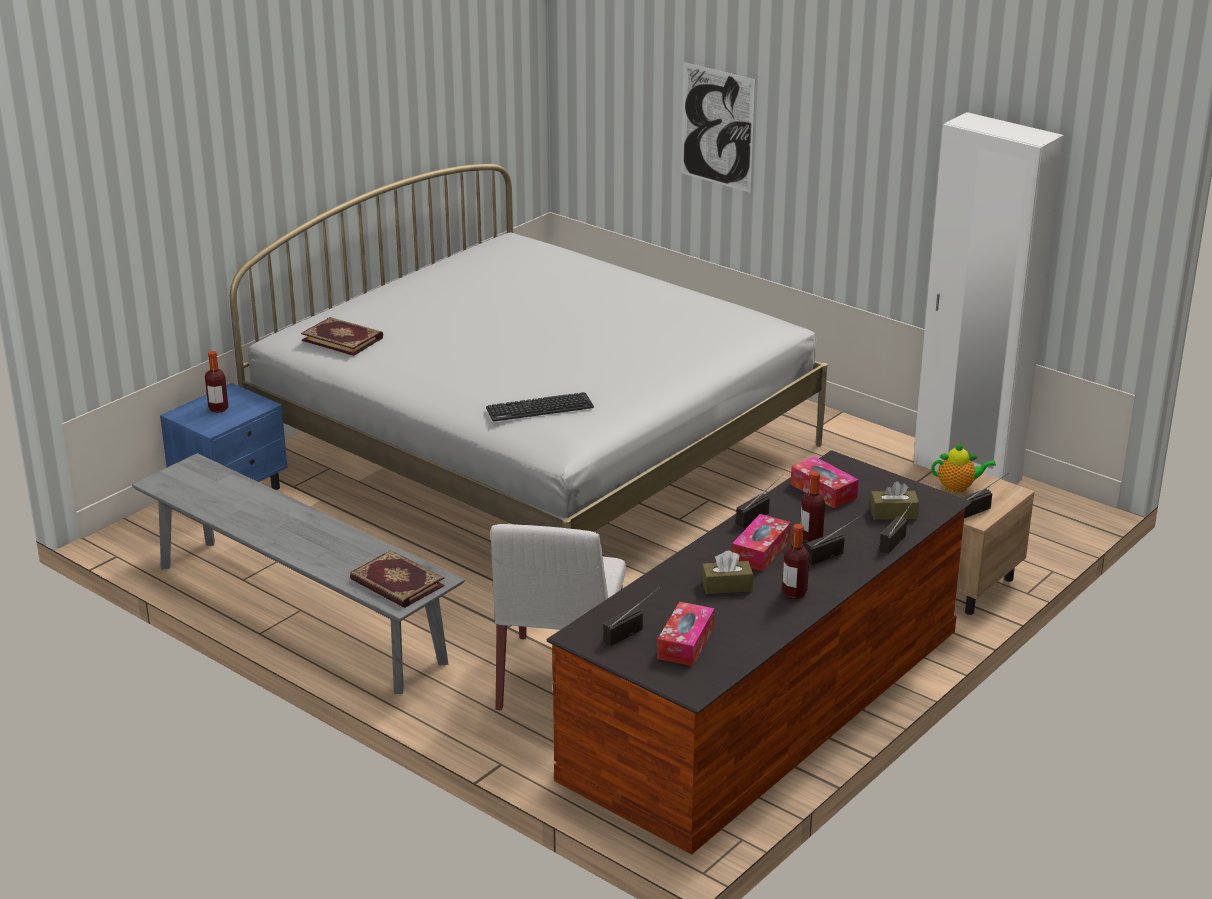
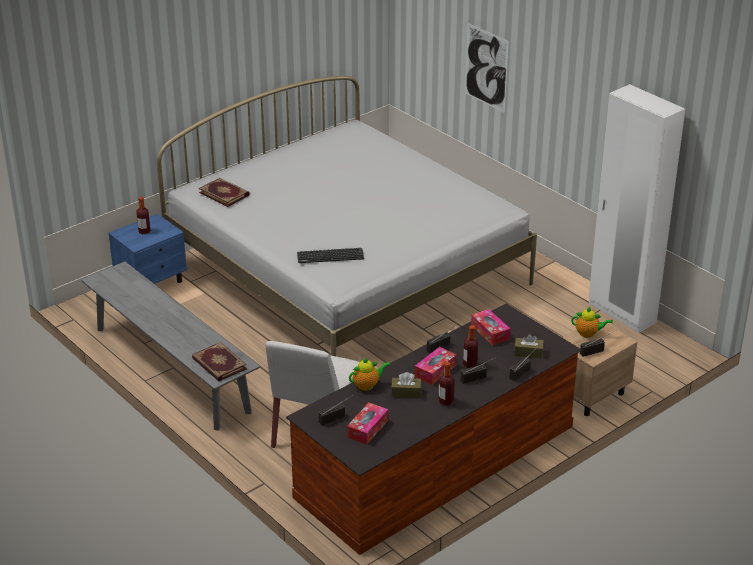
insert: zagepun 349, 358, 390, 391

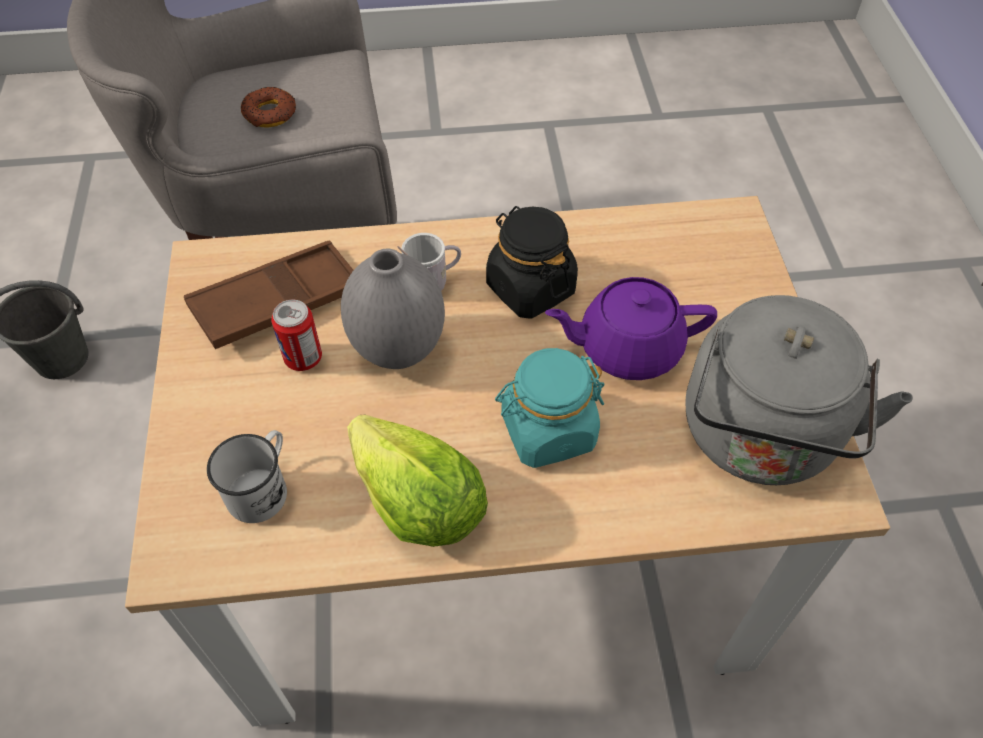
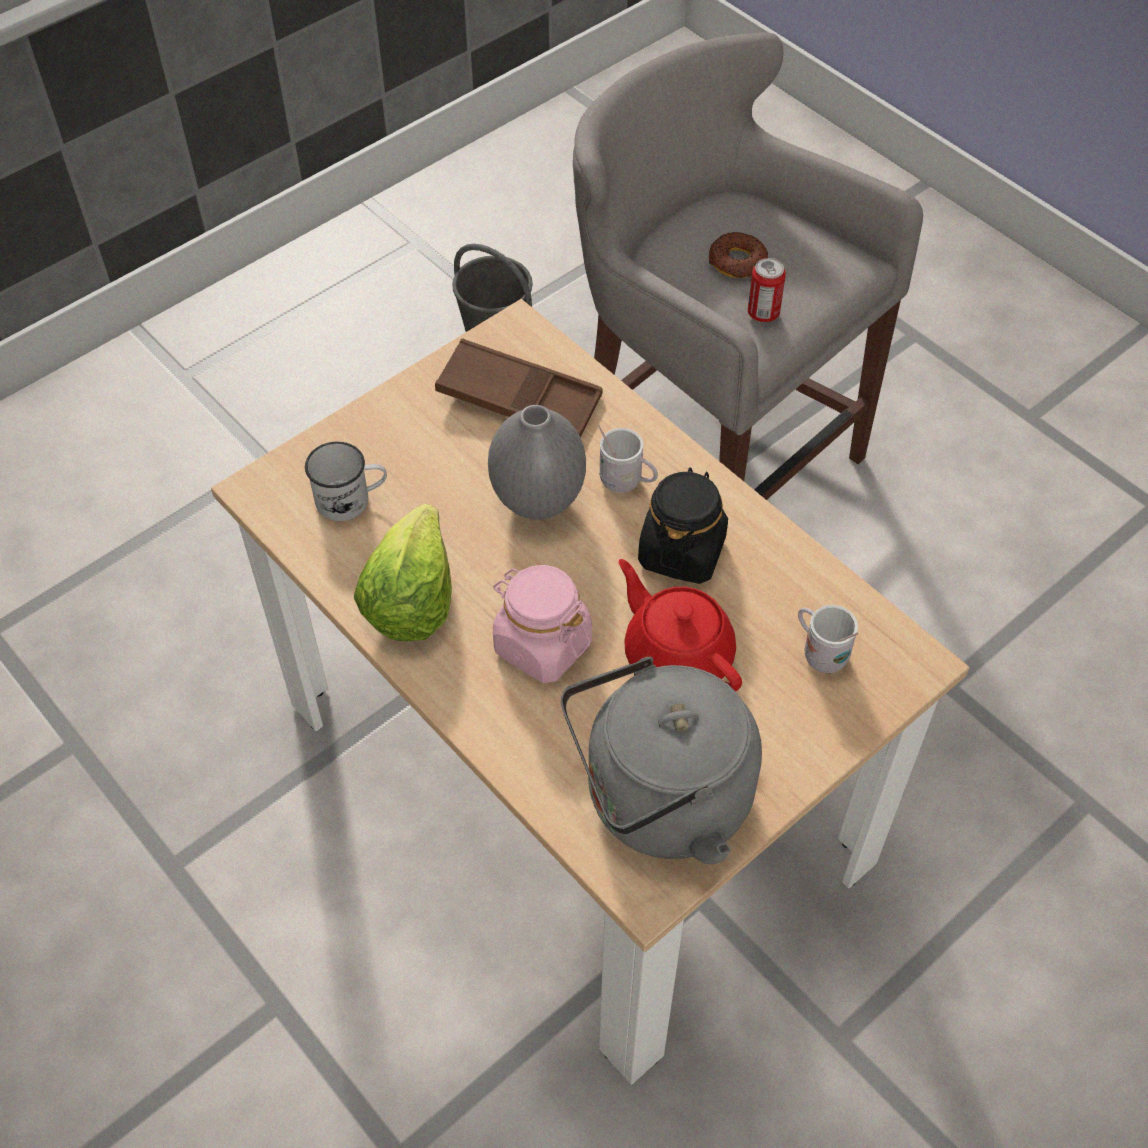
insert: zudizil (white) 798, 605, 858, 673
move: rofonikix 271, 300, 322, 371 to 748, 258, 786, 322
recolor: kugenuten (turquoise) 495, 348, 605, 468 to kugenuten (pink) 493, 565, 592, 683; zagepun (purple) 545, 277, 717, 380 to zagepun (red) 618, 559, 742, 691

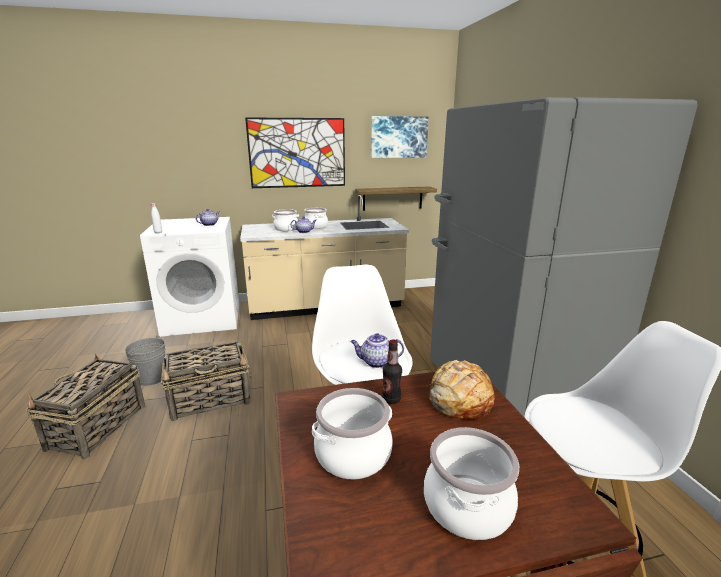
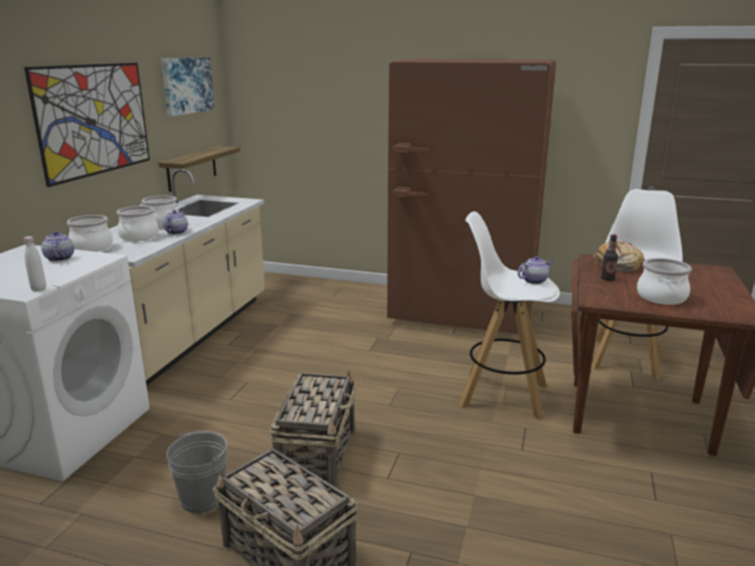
move: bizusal 424, 427, 519, 540 to 67, 215, 113, 252
recolor: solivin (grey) 430, 97, 698, 417 to solivin (brown) 387, 59, 556, 334
rotate: zagepun 350, 333, 404, 368 = 518, 256, 553, 284 150 degrees counterclockwise

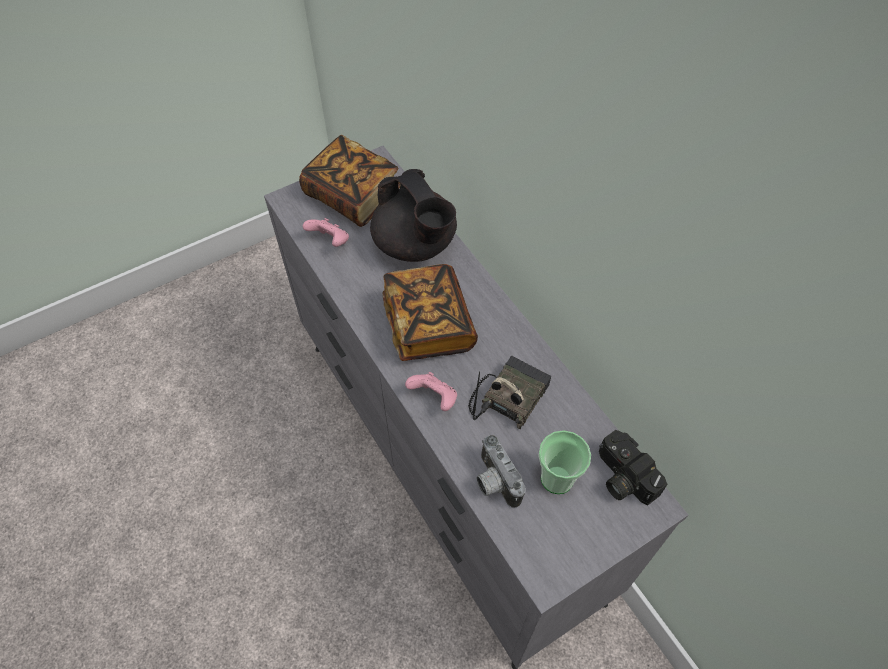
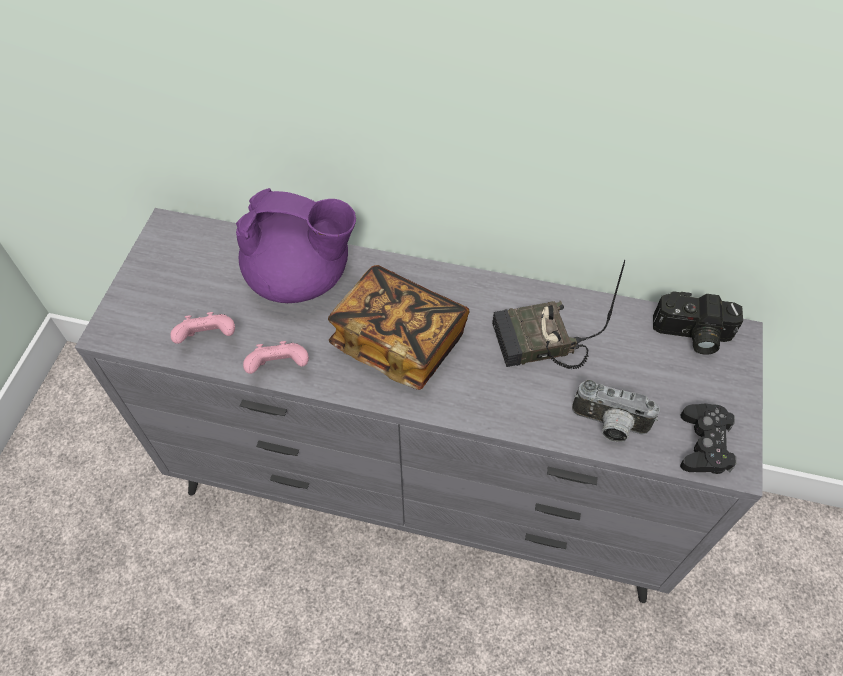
delete: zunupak 299, 135, 401, 227; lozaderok 538, 430, 591, 494
insert: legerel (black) 680, 403, 737, 474
move: legerel (pink) 405, 372, 457, 411 to 243, 341, 309, 374
recolor: zagepun (black) 370, 169, 457, 262 to zagepun (purple) 236, 188, 356, 303
rotate: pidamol 468, 356, 552, 429 = 492, 260, 626, 369 90 degrees counterclockwise

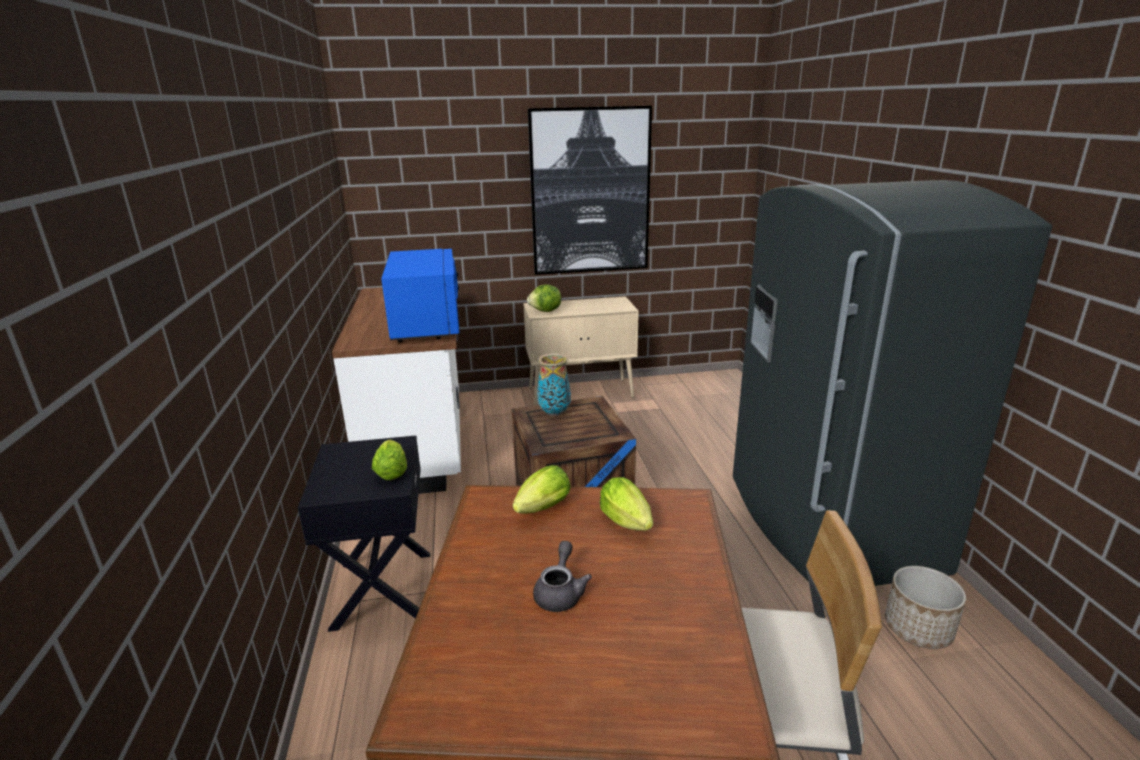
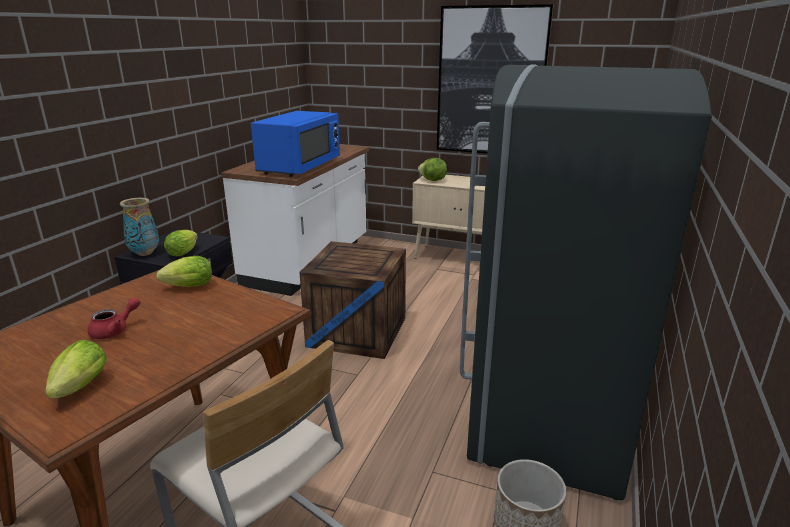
move: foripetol 537, 353, 571, 417 to 120, 198, 159, 256; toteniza 600, 477, 653, 531 to 45, 340, 107, 398
recolor: zagepun (grey) 533, 541, 592, 612 to zagepun (red) 88, 297, 140, 339

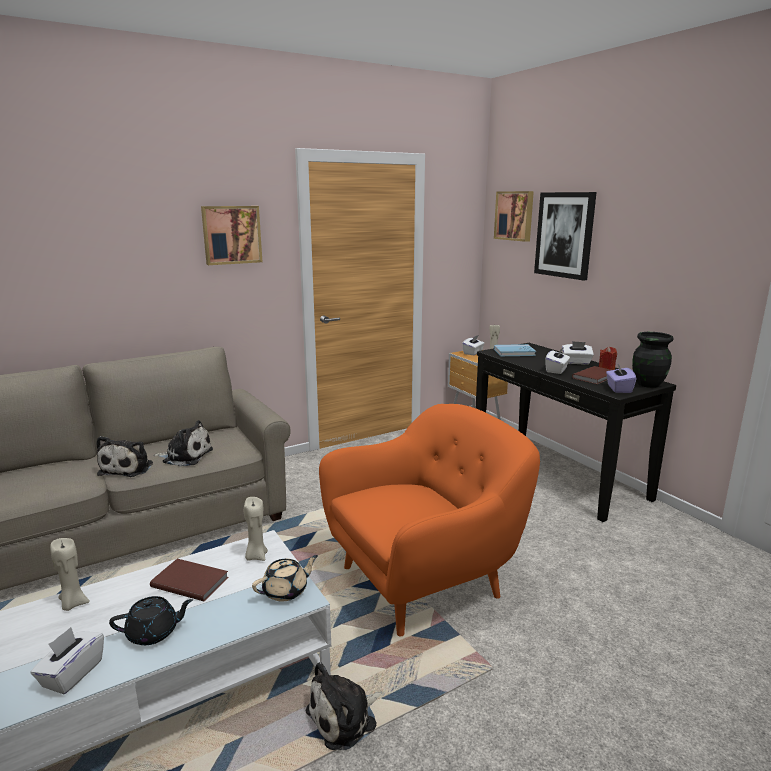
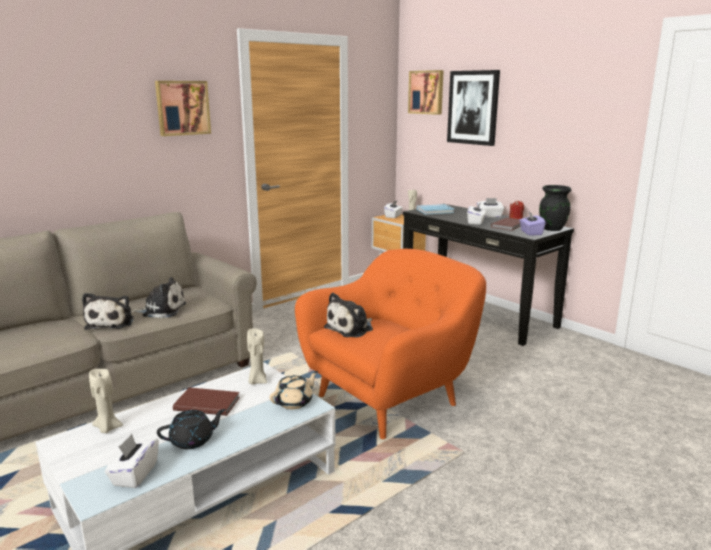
move: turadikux 305, 662, 383, 750 to 324, 292, 373, 337

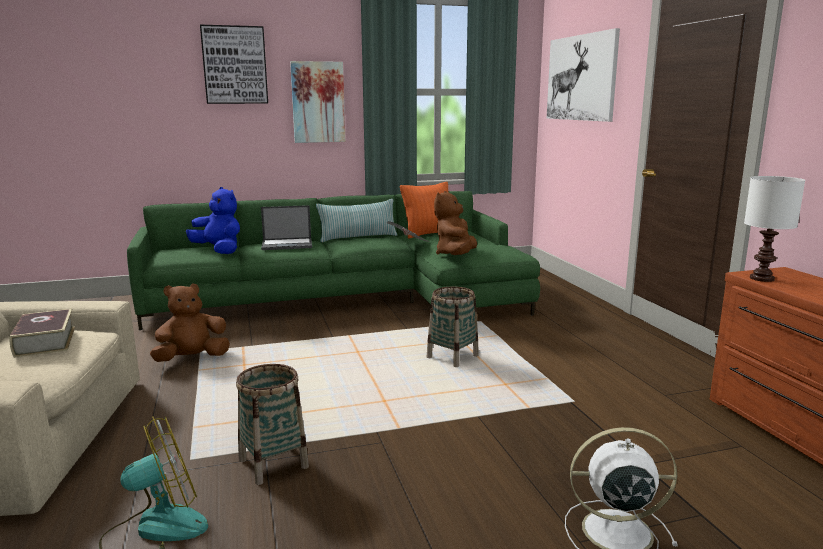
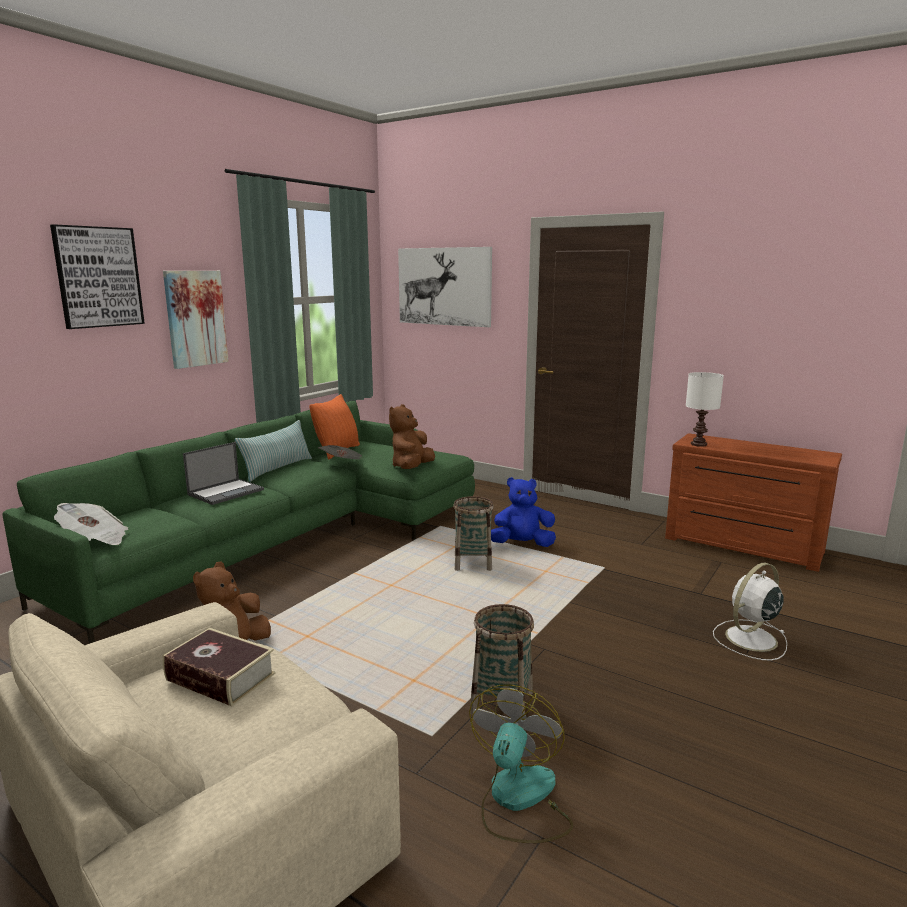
insert: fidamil 54, 503, 128, 545
move: turadikux (blue) 186, 187, 240, 254 to 491, 477, 556, 547
rotate: turadikux (brown) 434, 191, 477, 255 = 389, 404, 435, 469 45 degrees clockwise

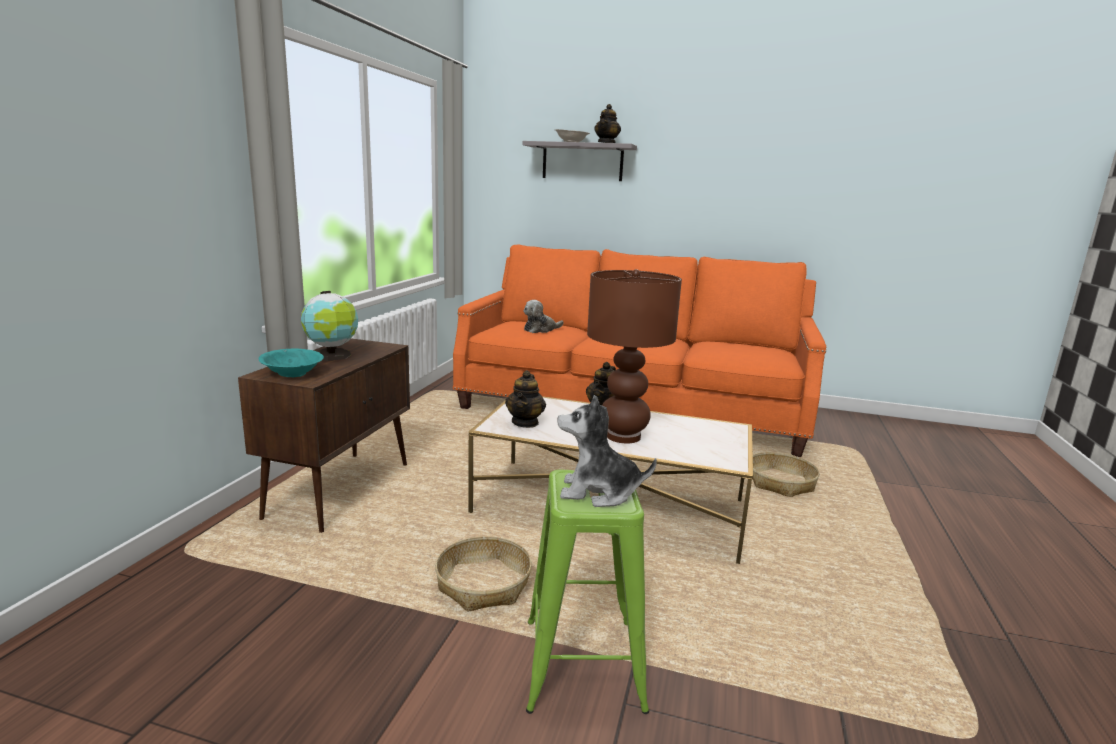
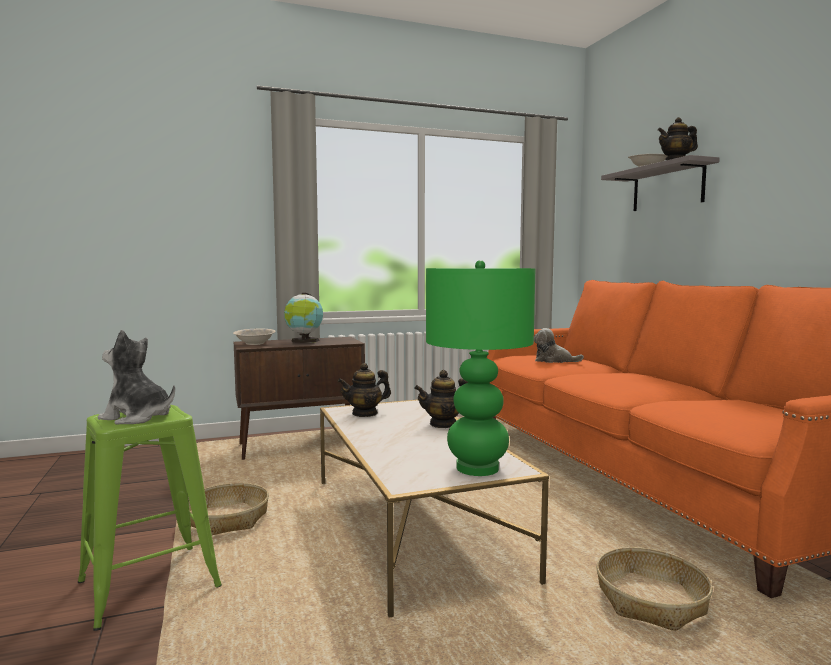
delete: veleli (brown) 587, 269, 682, 443
insert: veleli (green) 426, 260, 535, 476
recolor: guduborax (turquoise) 259, 349, 324, 377 to guduborax (beige) 233, 328, 276, 345
rotate: turadikux 557, 395, 657, 507 = 98, 330, 175, 424 45 degrees counterclockwise

